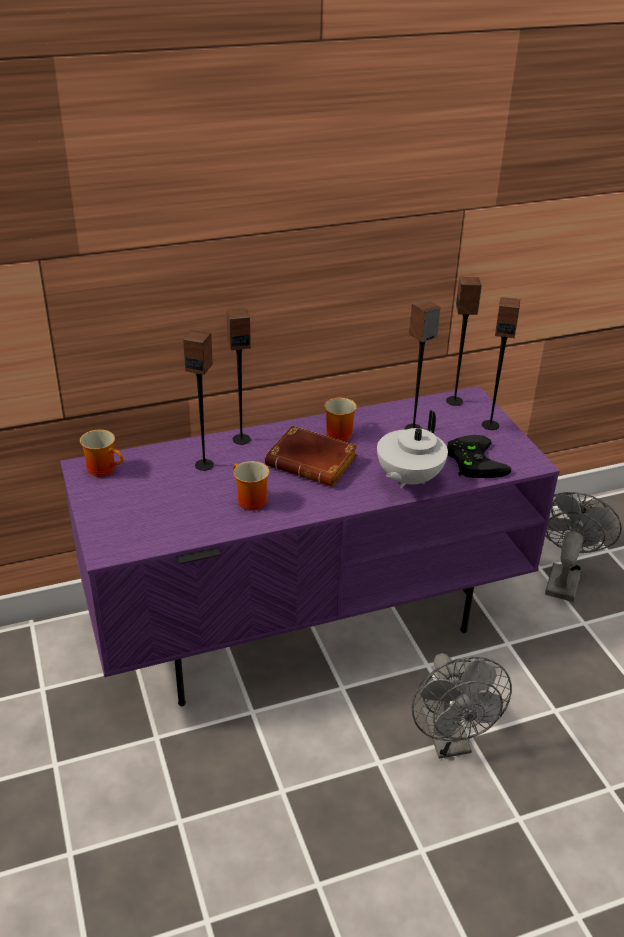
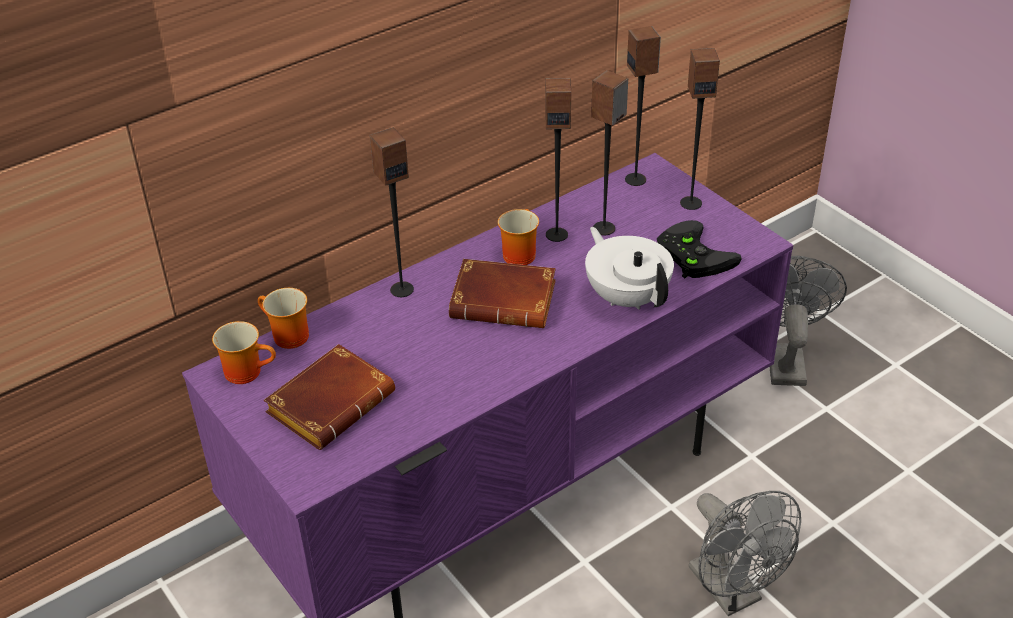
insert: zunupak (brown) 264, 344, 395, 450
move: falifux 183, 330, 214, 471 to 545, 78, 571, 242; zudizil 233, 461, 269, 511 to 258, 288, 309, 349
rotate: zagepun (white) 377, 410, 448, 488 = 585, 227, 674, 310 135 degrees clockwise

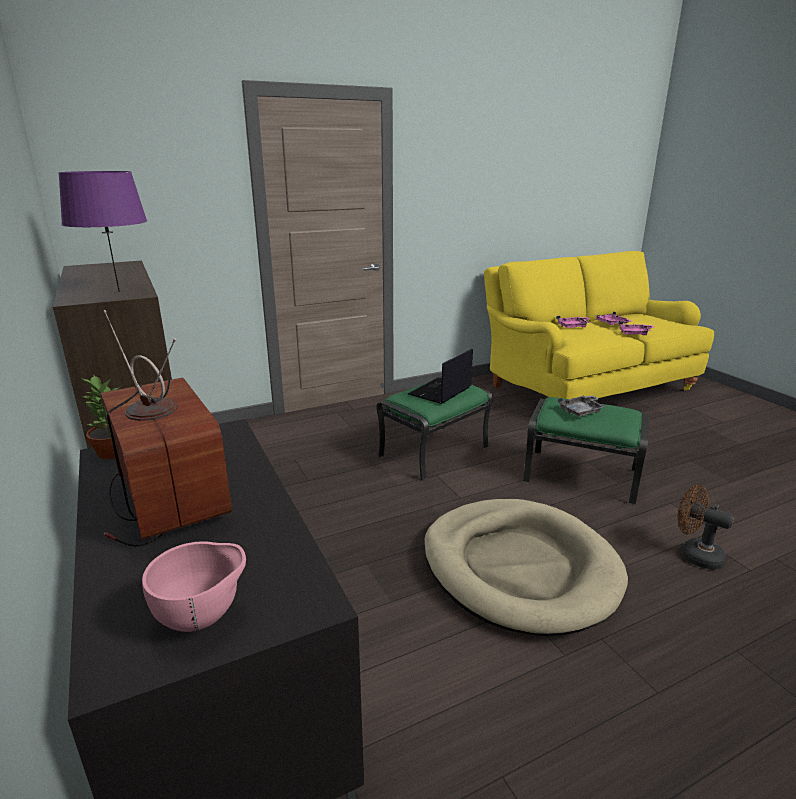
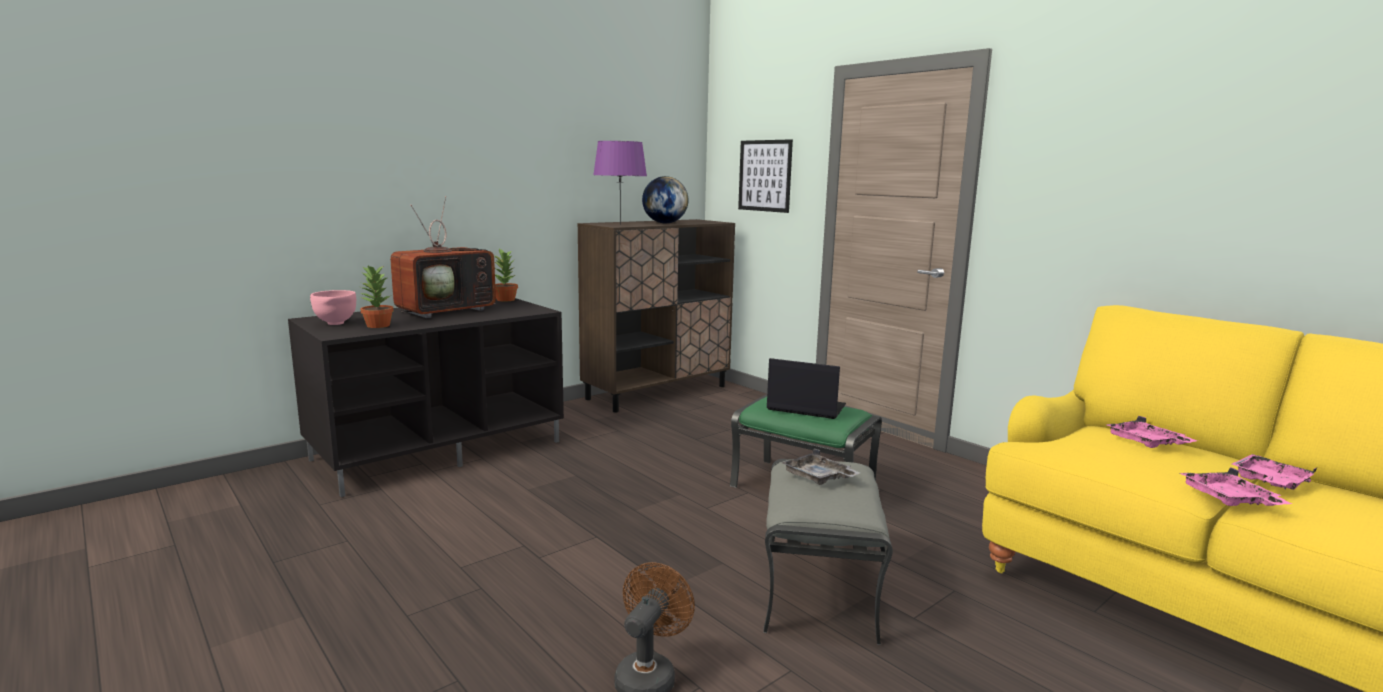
delete: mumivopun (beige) 424, 499, 628, 636
insert: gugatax 361, 265, 394, 328; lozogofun 642, 176, 688, 223; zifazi 738, 139, 793, 213
recolor: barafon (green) 523, 397, 649, 505 to barafon (grey) 763, 459, 893, 645

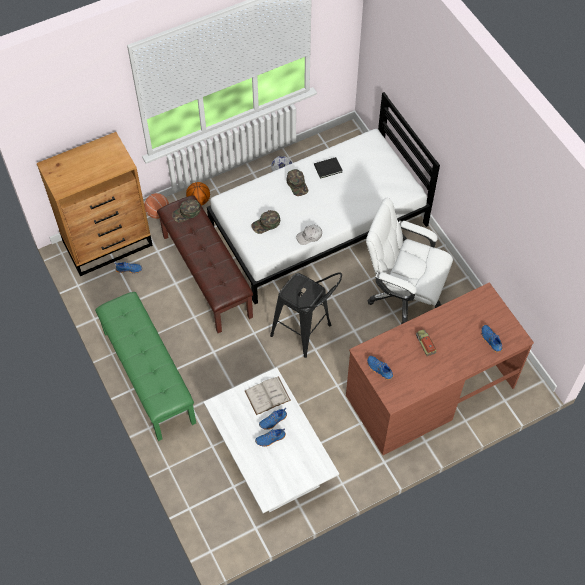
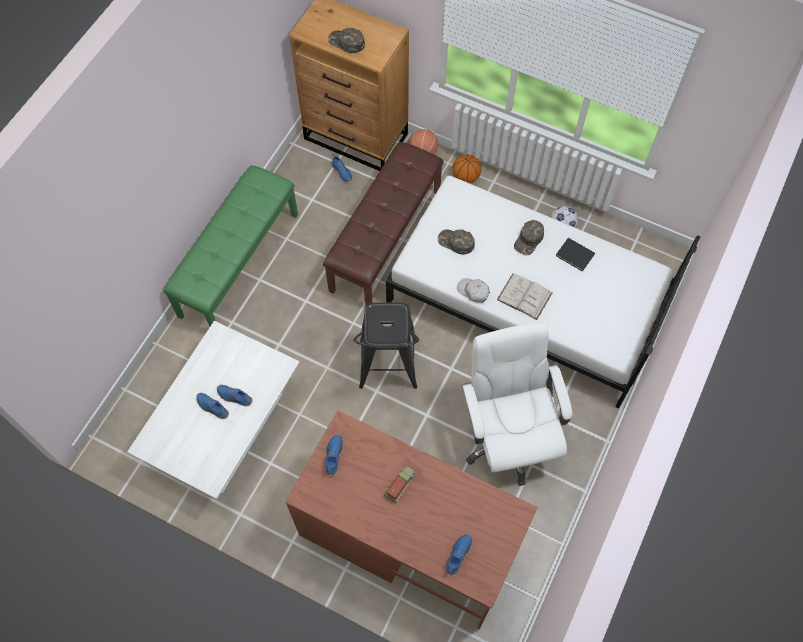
move: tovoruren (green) 172, 199, 201, 223 to 328, 28, 365, 53; zunupak (white) 245, 376, 291, 415 to 497, 273, 552, 320

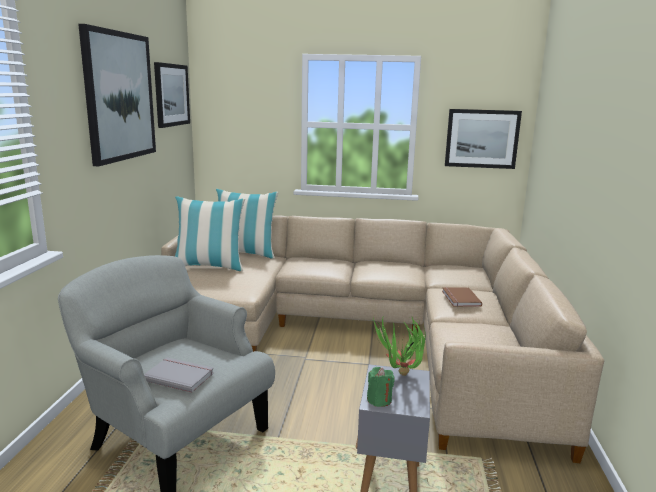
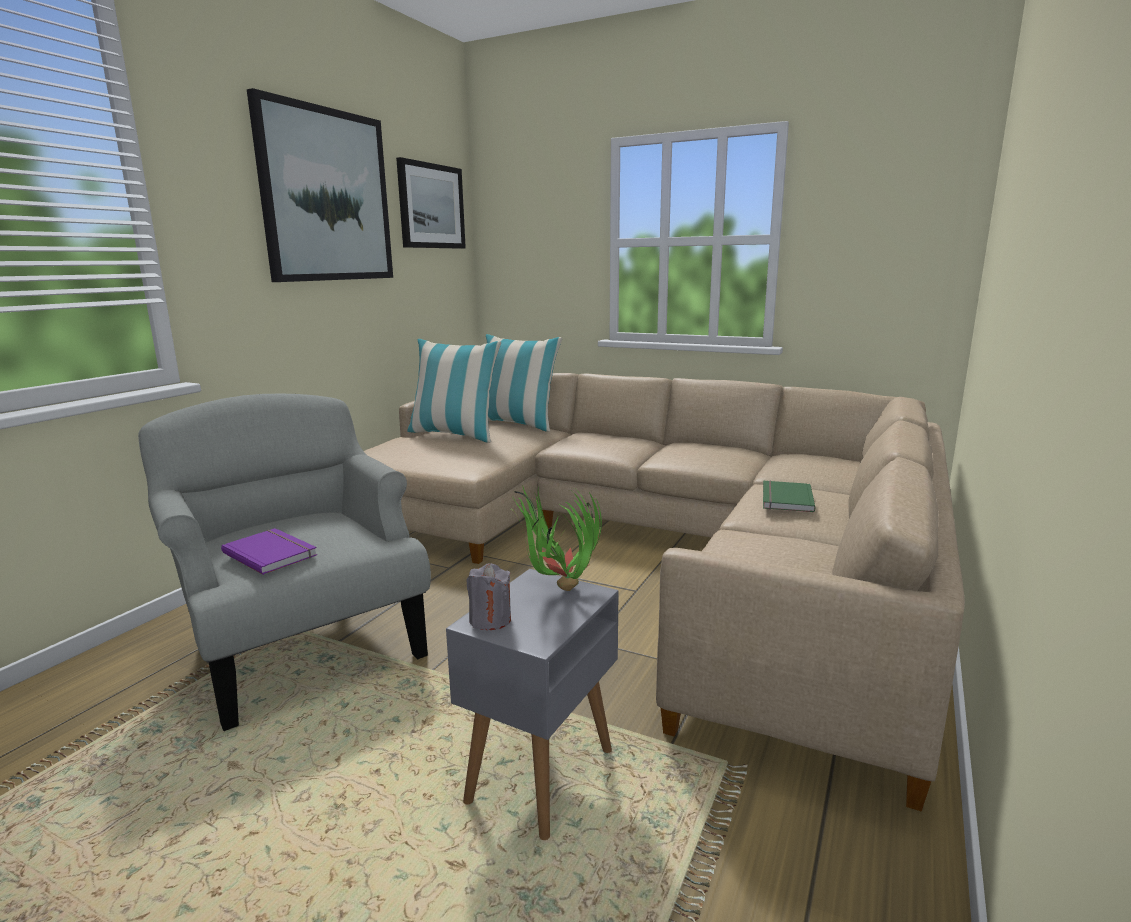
delete: zifazi 445, 109, 522, 169
recolor: zunupak (grey) 144, 357, 214, 392 to zunupak (purple) 221, 528, 317, 575; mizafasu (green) 367, 367, 395, 407 to mizafasu (grey) 466, 563, 511, 630; zunupak (brown) 442, 287, 482, 307 to zunupak (green) 763, 481, 816, 513

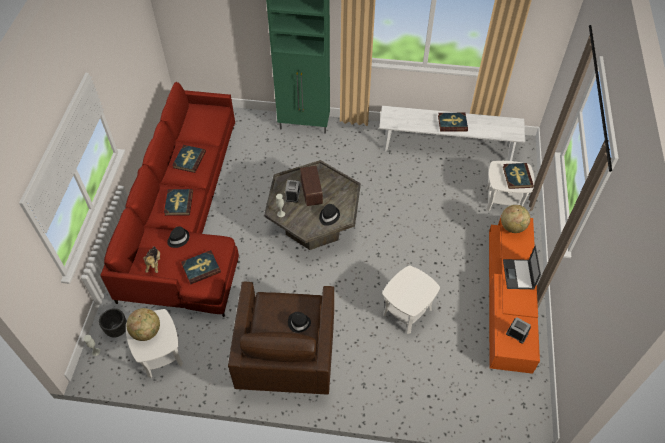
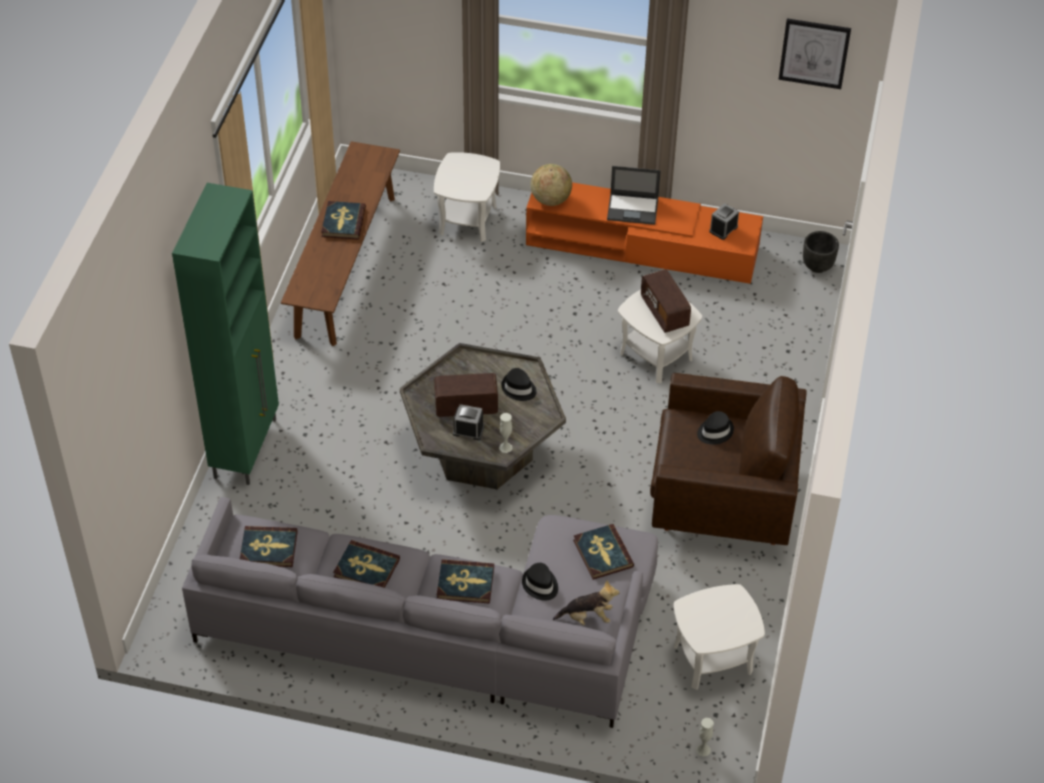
delete: lozogofun 126, 308, 160, 341
insert: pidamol 641, 269, 691, 333; zifazi 779, 19, 851, 89
move: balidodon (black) 99, 308, 127, 338 to 803, 231, 839, 273; zunupak 503, 163, 534, 189 to 240, 526, 298, 567
recolor: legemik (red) 100, 82, 239, 317 to legemik (grey) 182, 497, 658, 728; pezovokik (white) 379, 106, 525, 161 to pezovokik (brown) 281, 141, 400, 346

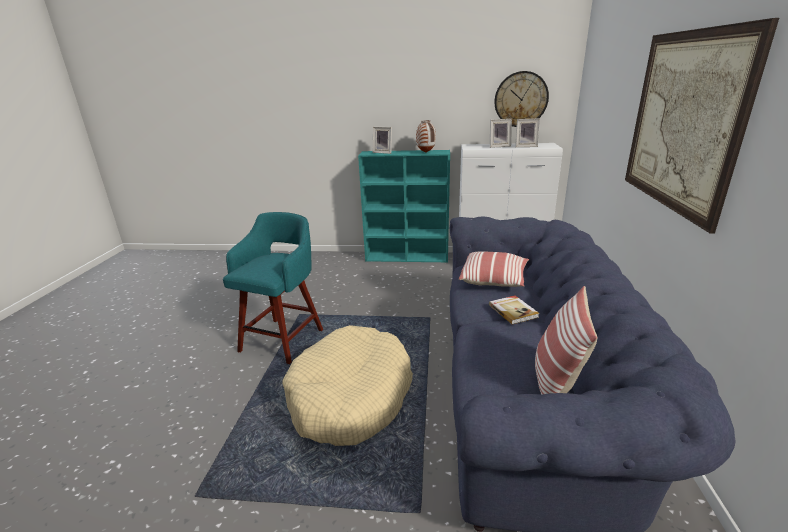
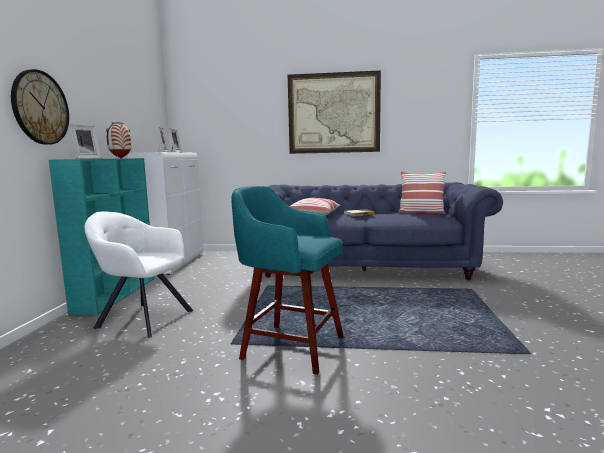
delete: mumivopun (beige) 282, 325, 413, 446
insert: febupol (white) 84, 212, 193, 337
move: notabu 494, 71, 549, 127 to 11, 69, 69, 145

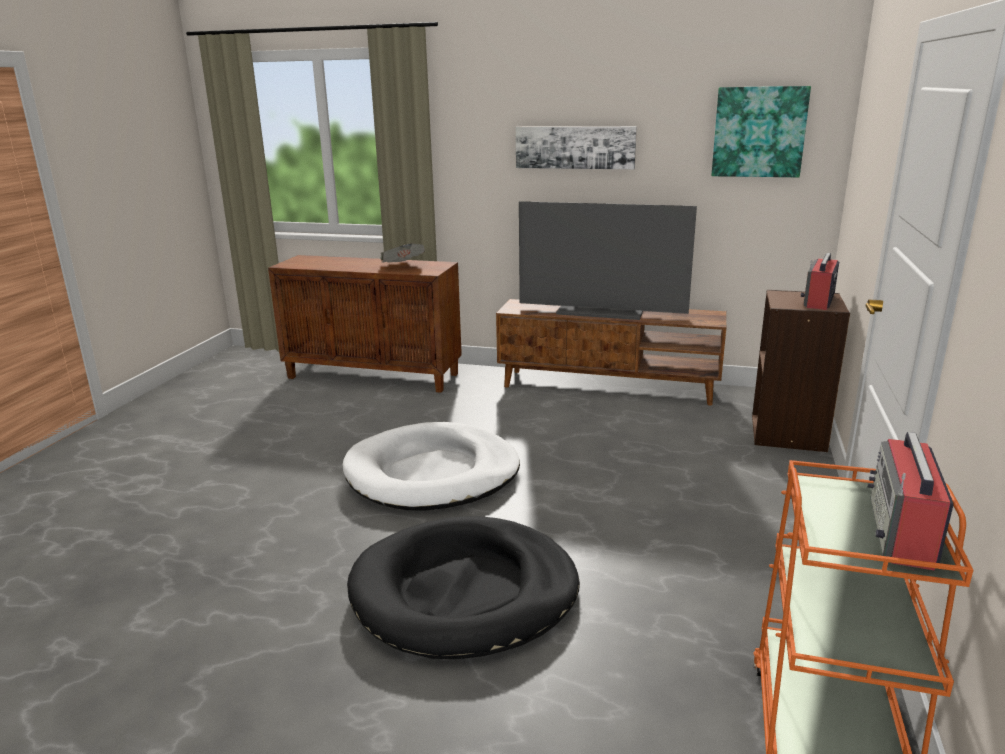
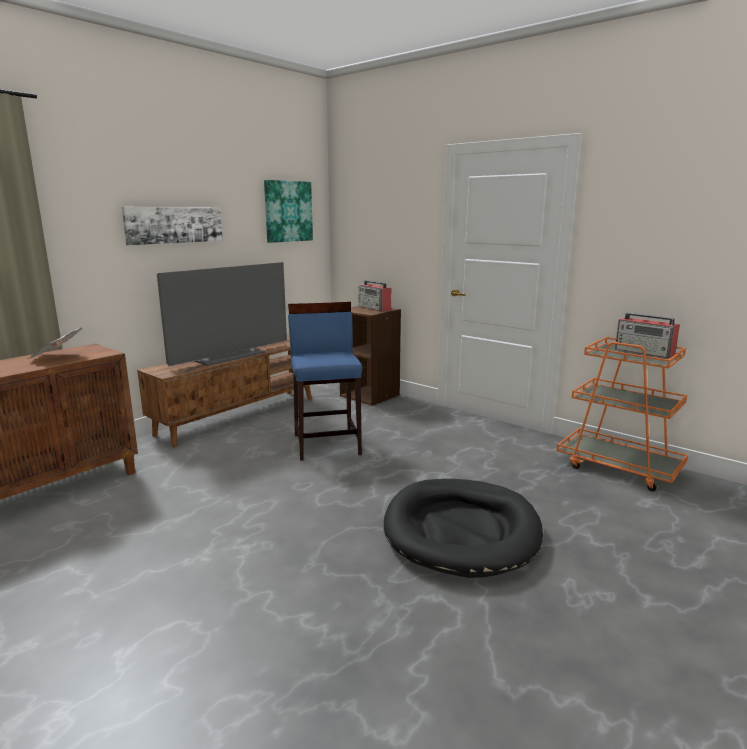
delete: mumivopun (white) 342, 422, 520, 511
insert: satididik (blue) 288, 302, 363, 461

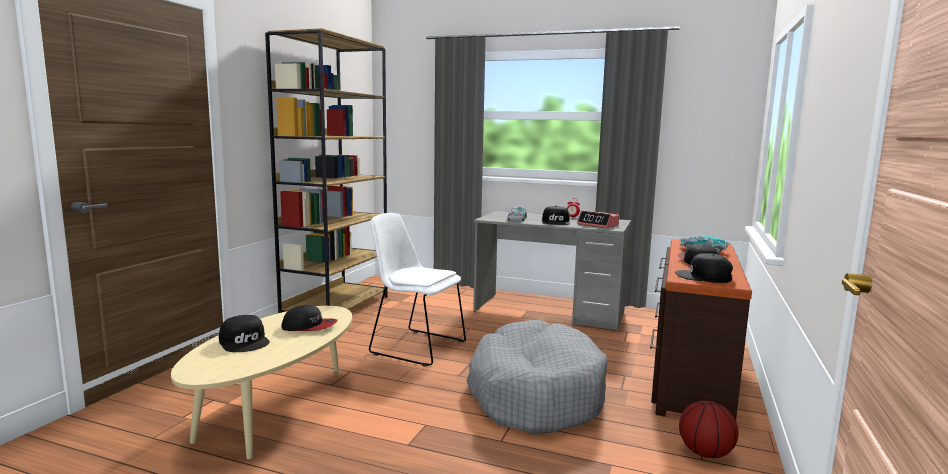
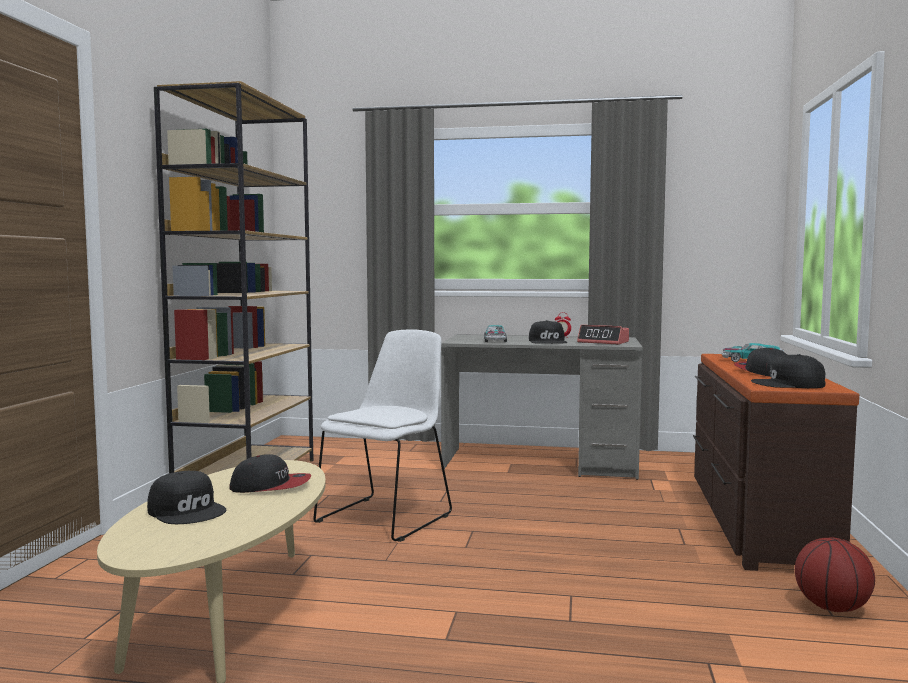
delete: mumivopun (grey) 467, 320, 607, 435
rotate: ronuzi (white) 369, 213, 466, 367 = 313, 330, 452, 542 105 degrees clockwise

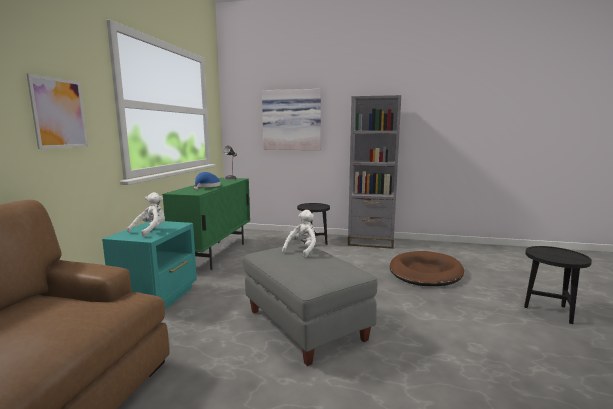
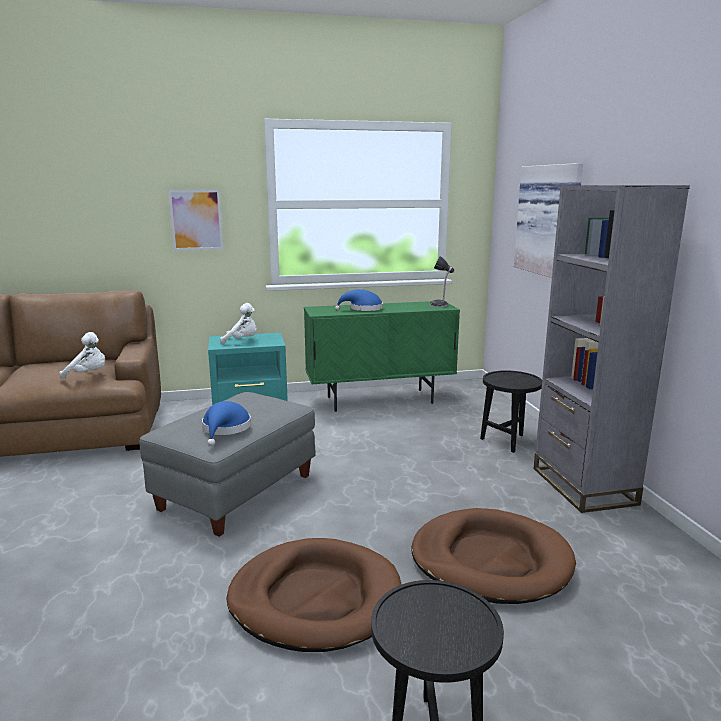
insert: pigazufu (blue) 202, 401, 251, 446; mumivopun (brown) 226, 538, 402, 652
move: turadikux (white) 282, 210, 316, 258 to 59, 332, 105, 379

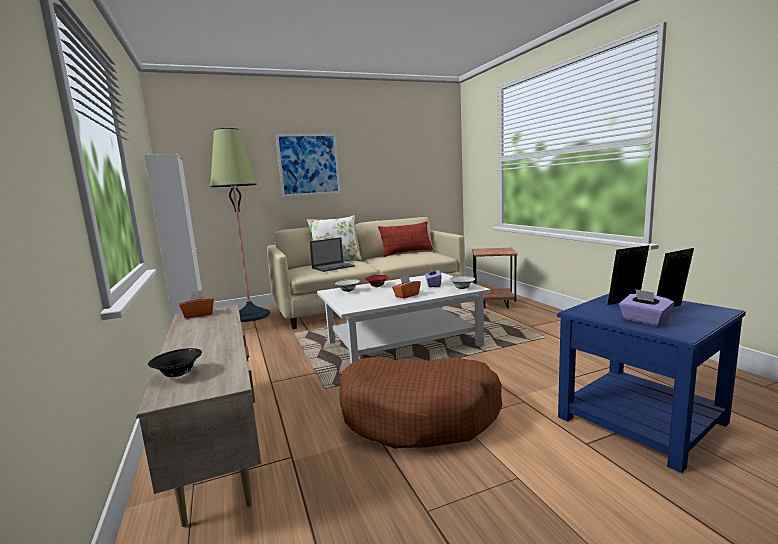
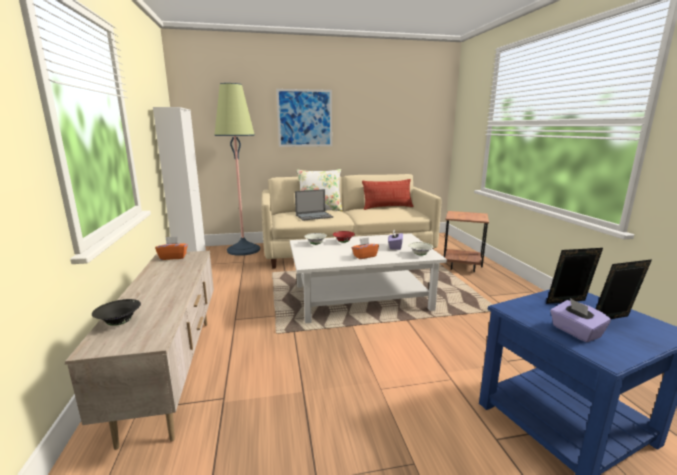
delete: mumivopun (brown) 339, 357, 502, 449

